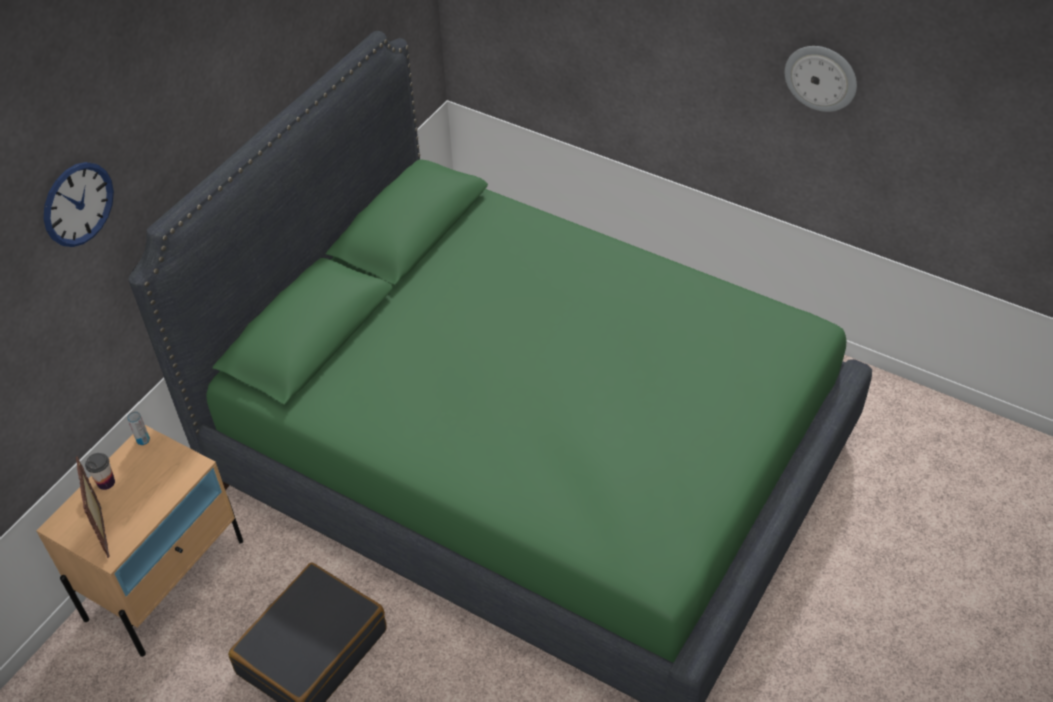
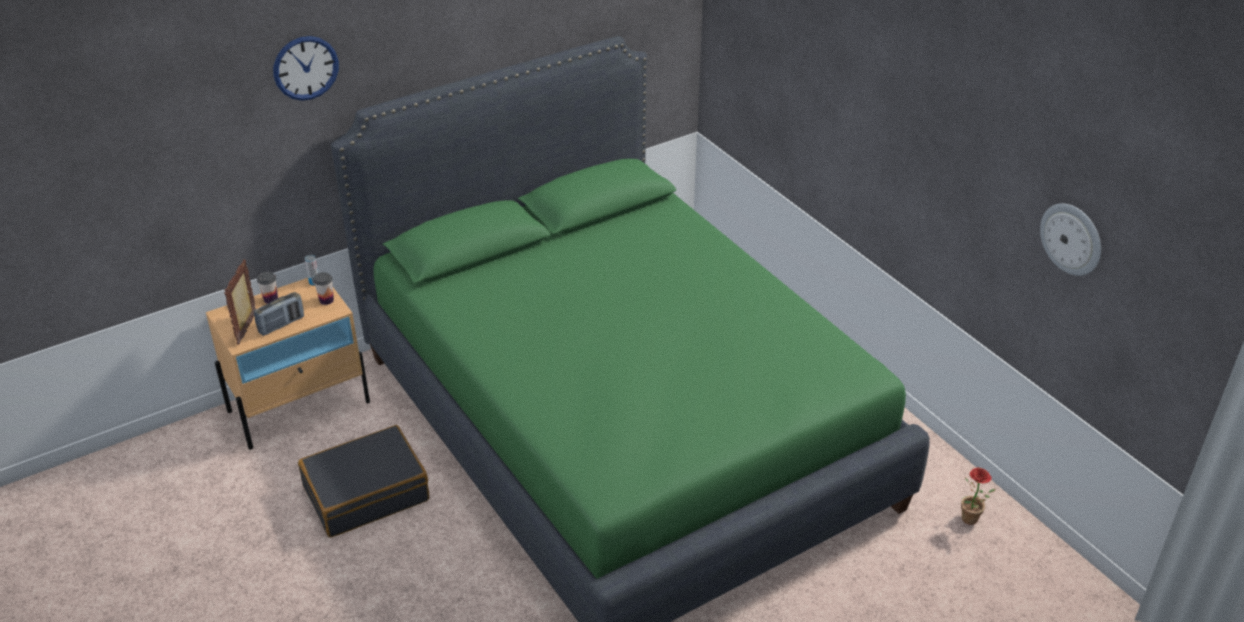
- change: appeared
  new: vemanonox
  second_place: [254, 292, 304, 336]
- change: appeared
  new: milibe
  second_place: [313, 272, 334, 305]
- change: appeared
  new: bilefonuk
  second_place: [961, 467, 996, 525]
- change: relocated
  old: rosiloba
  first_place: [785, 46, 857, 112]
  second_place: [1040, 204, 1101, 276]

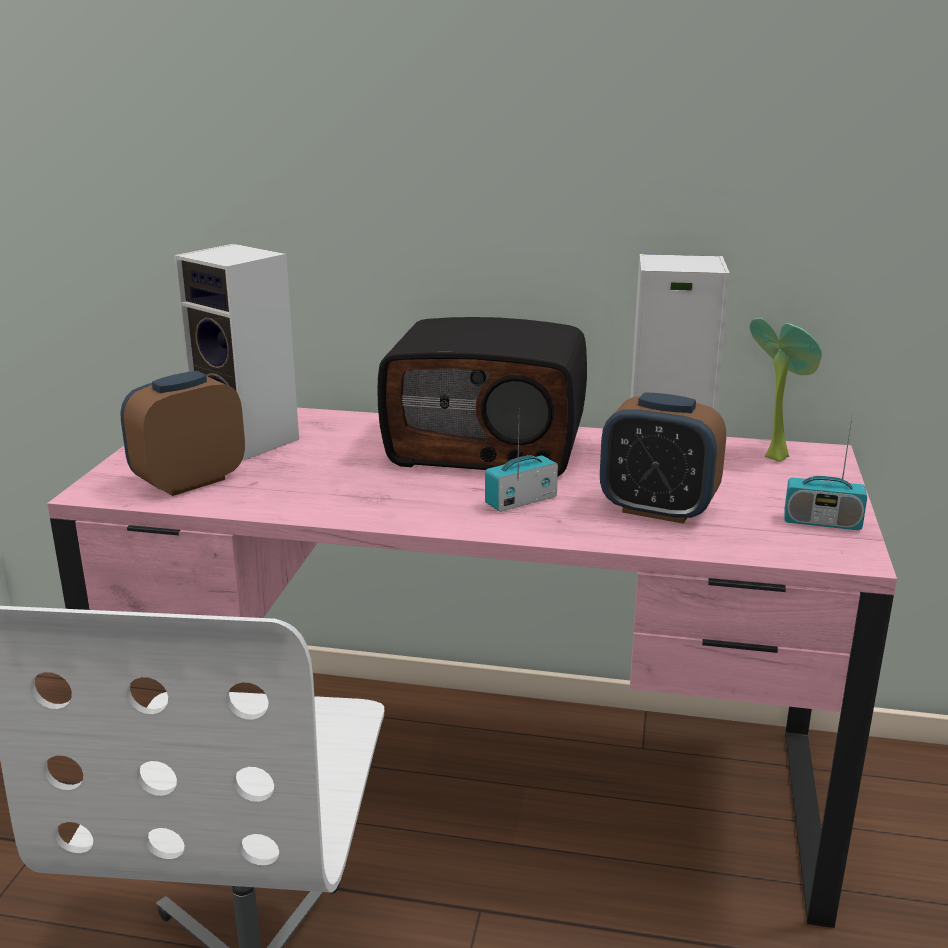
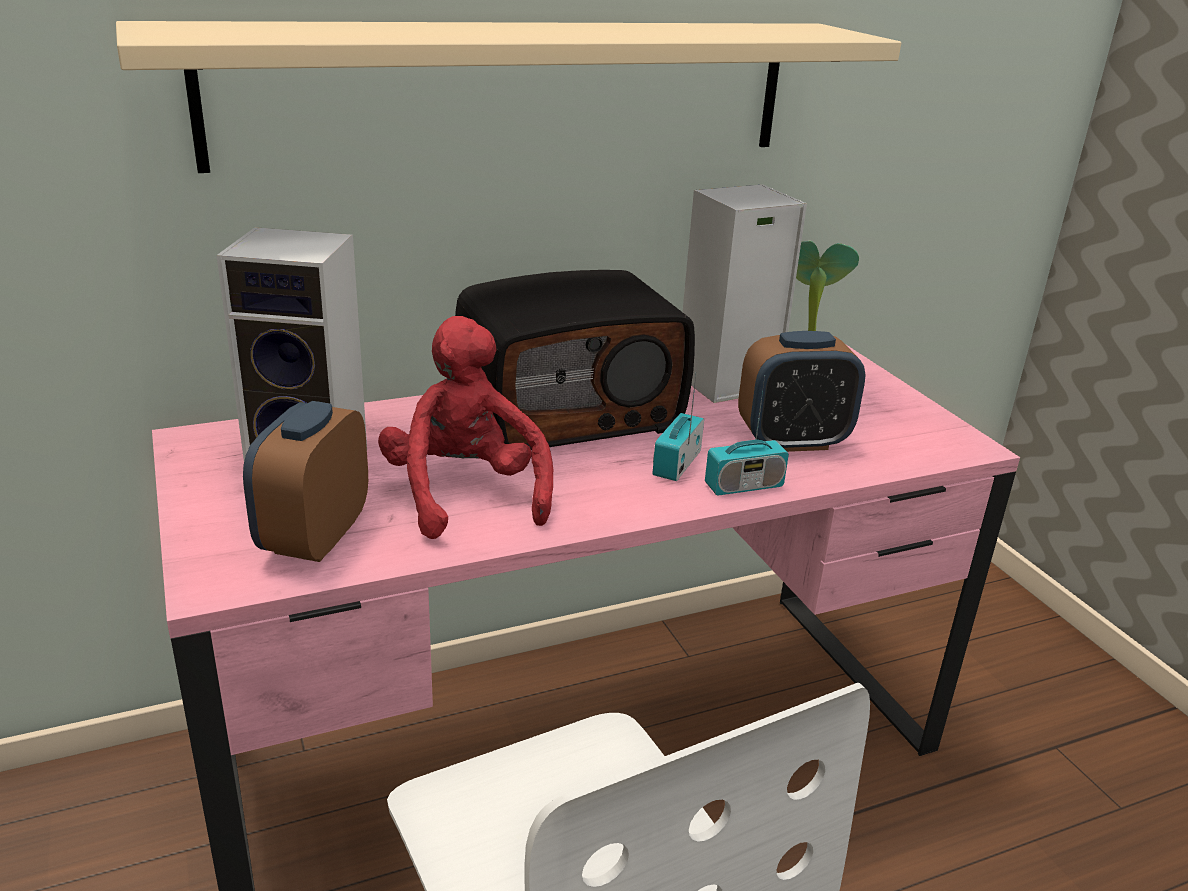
- change: appeared
  new: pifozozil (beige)
  second_place: [116, 21, 901, 173]
- change: appeared
  new: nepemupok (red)
  second_place: [378, 316, 553, 539]
- change: relocated
  old: vemanonox
  first_place: [784, 418, 867, 530]
  second_place: [705, 377, 789, 496]

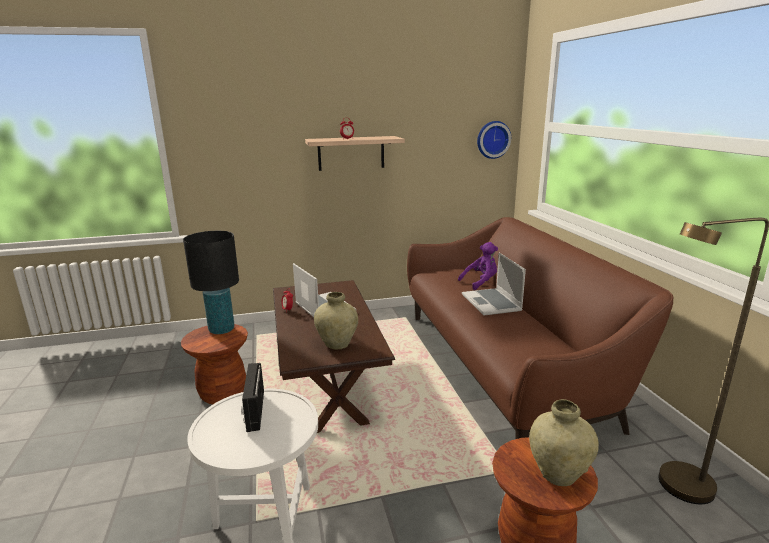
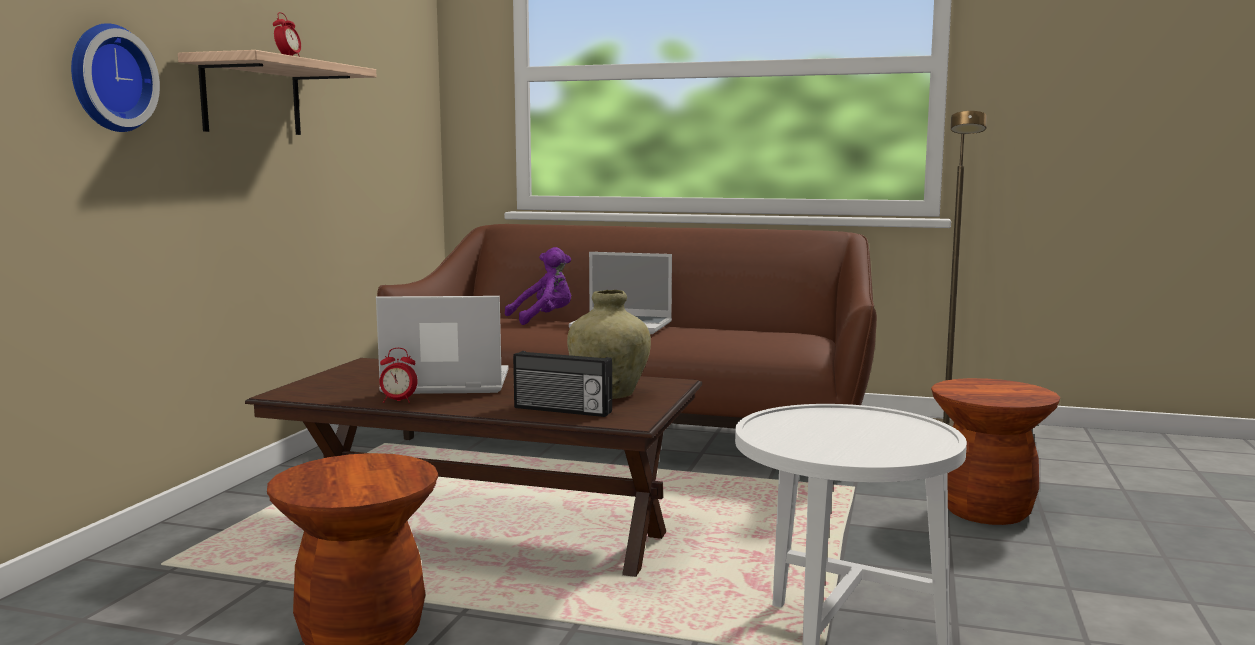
- change: relocated
  old: rosiloba
  first_place: [477, 121, 511, 159]
  second_place: [71, 23, 160, 132]
- change: spun
  old: nepemupok (purple)
  first_place: [458, 242, 498, 290]
  second_place: [505, 247, 571, 325]
  degrees: 60
- change: relocated
  old: vemanonox
  first_place: [241, 363, 264, 432]
  second_place: [513, 351, 612, 417]
- change: missing
  old: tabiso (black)
  first_place: [183, 231, 239, 334]
- change: missing
  old: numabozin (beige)
  first_place: [529, 399, 599, 486]

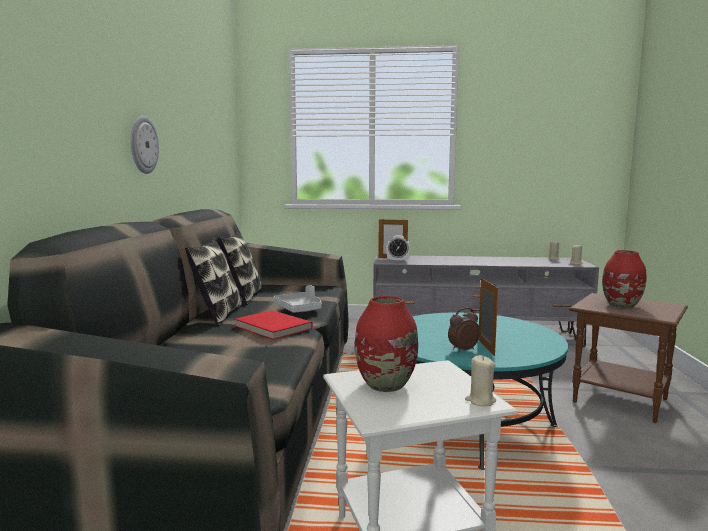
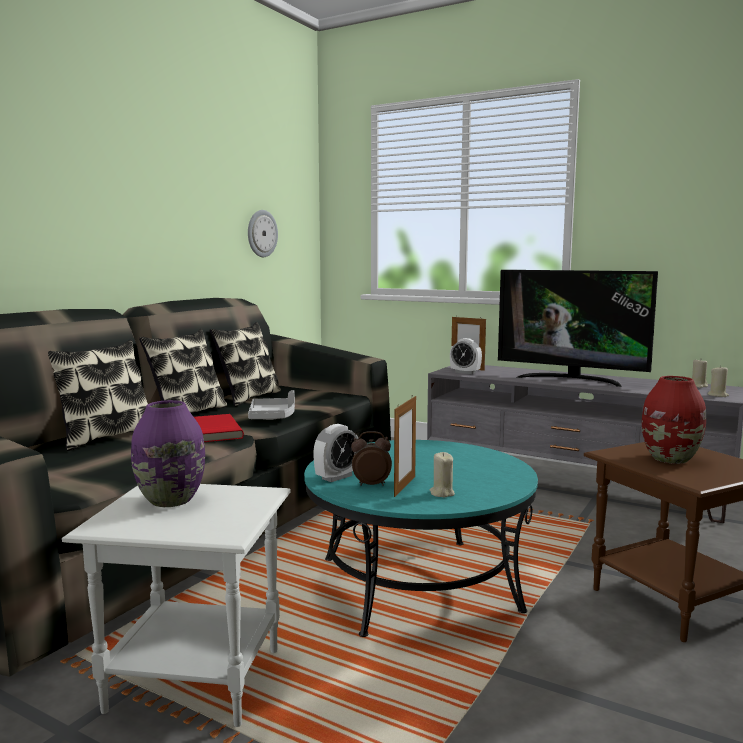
- change: appeared
  new: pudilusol
  second_place: [48, 340, 148, 451]
- change: colour
  old: numabozin (red)
  new: numabozin (purple)
  first_place: [355, 296, 418, 392]
  second_place: [131, 400, 205, 507]
- change: relocated
  old: rosiloba
  first_place: [130, 116, 159, 174]
  second_place: [248, 210, 278, 257]
- change: appeared
  new: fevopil
  second_place: [313, 424, 358, 482]
- change: relocated
  old: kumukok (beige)
  first_place: [465, 355, 496, 406]
  second_place: [430, 452, 455, 497]
- change: appeared
  new: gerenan
  second_place: [498, 270, 658, 387]

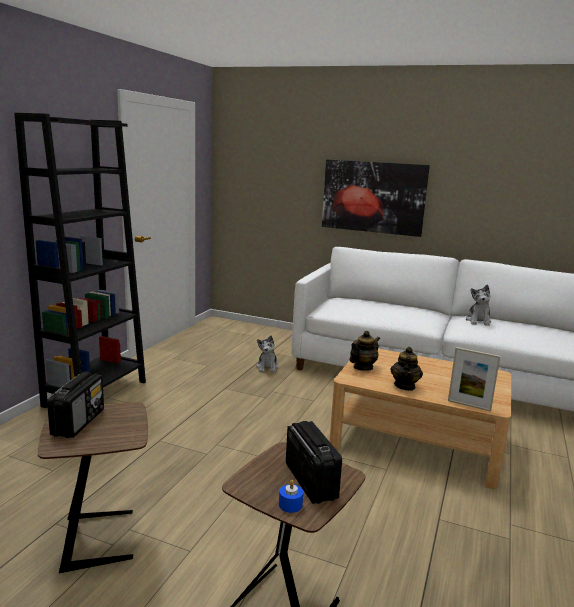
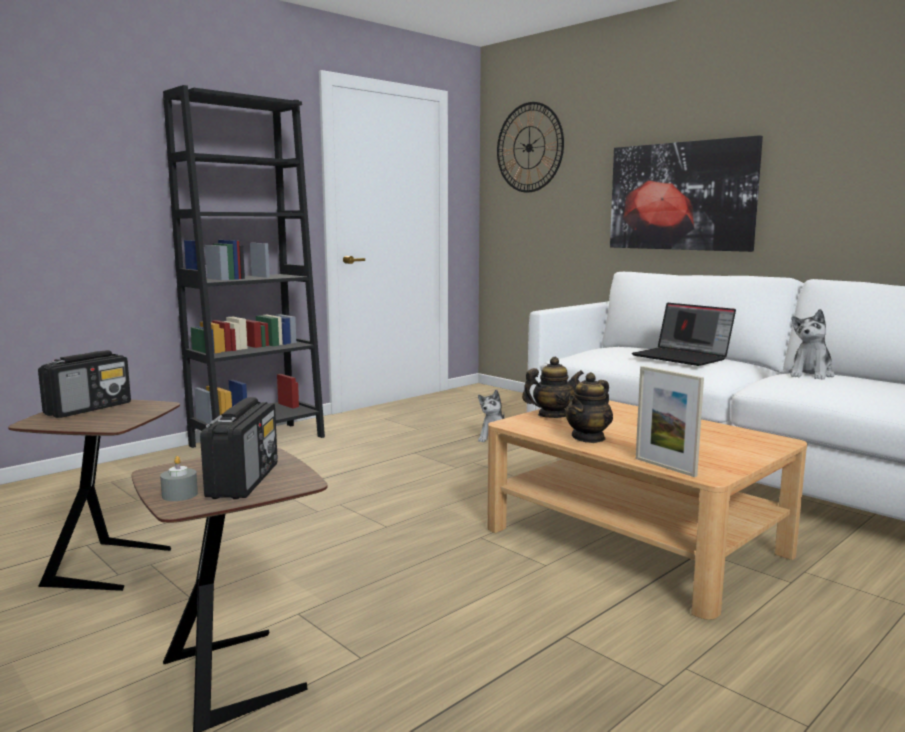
- change: colour
  old: kumukok (blue)
  new: kumukok (grey)
  first_place: [279, 480, 303, 513]
  second_place: [160, 456, 198, 501]
- change: appeared
  new: rosiloba
  second_place: [497, 102, 564, 193]
- change: appeared
  new: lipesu
  second_place: [632, 303, 736, 366]

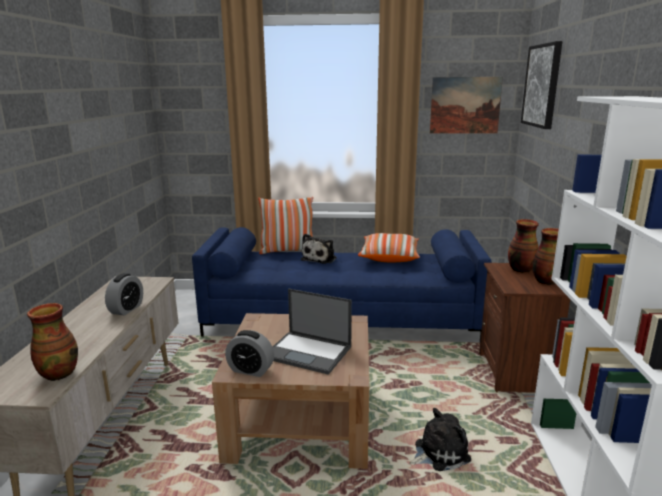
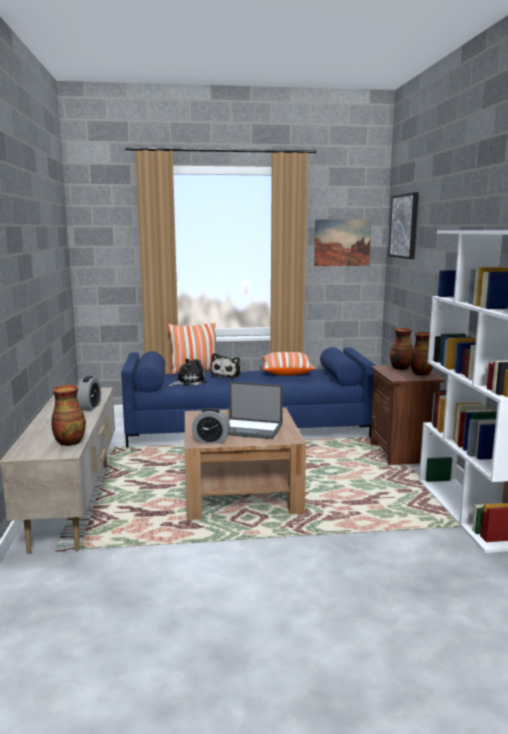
- change: relocated
  old: nepemupok
  first_place: [409, 408, 471, 471]
  second_place: [169, 358, 207, 386]

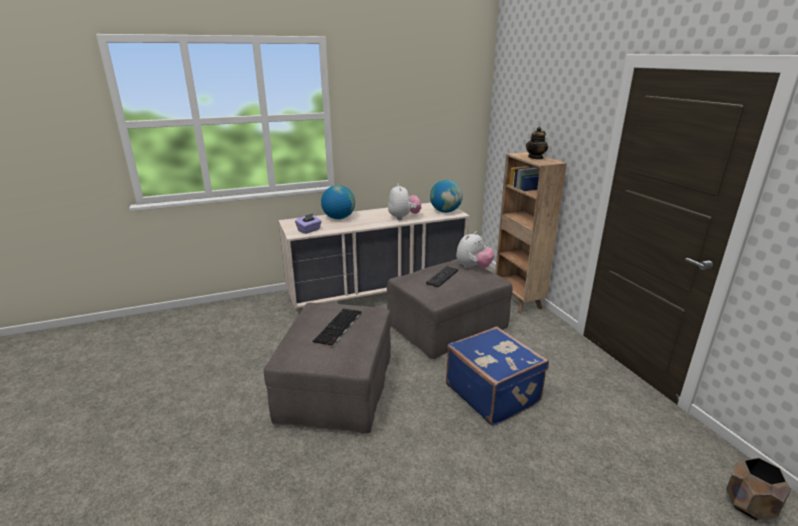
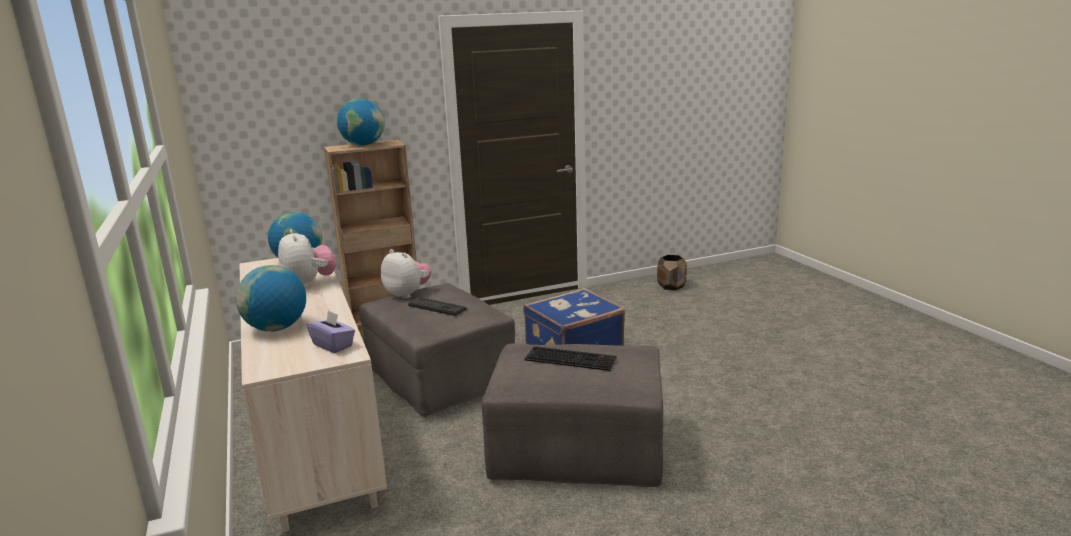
- change: spun
  old: nepemupok
  first_place: [388, 184, 421, 220]
  second_place: [278, 229, 336, 288]
  degrees: 75
- change: exchanged
  old: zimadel
  new: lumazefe
  first_place: [526, 127, 548, 160]
  second_place: [337, 98, 385, 146]

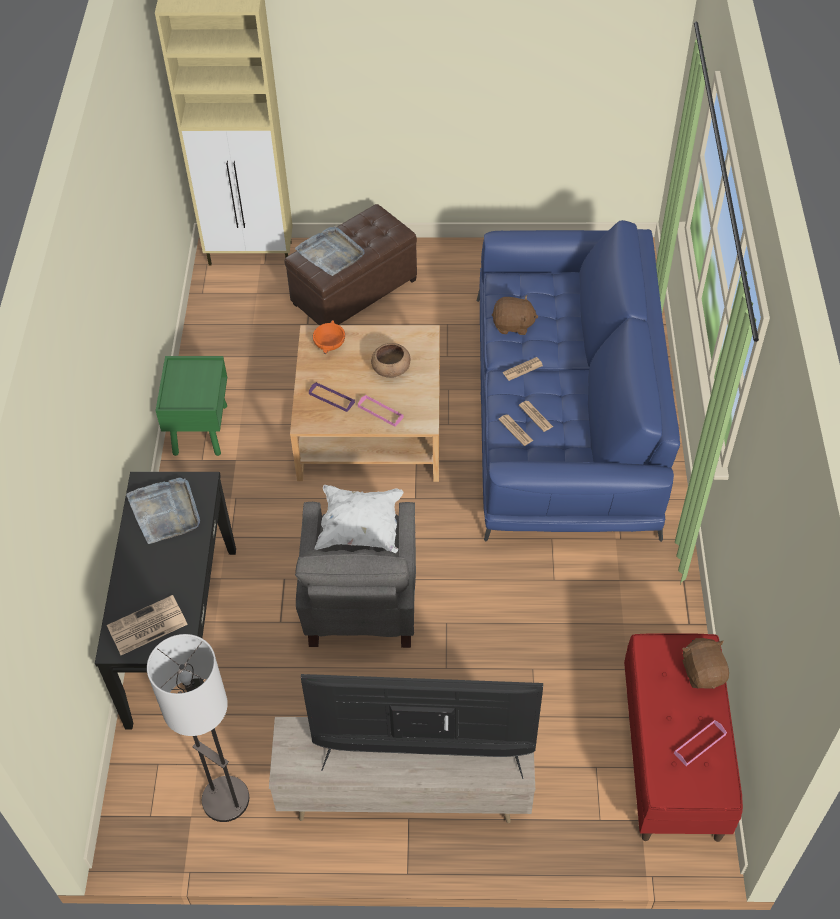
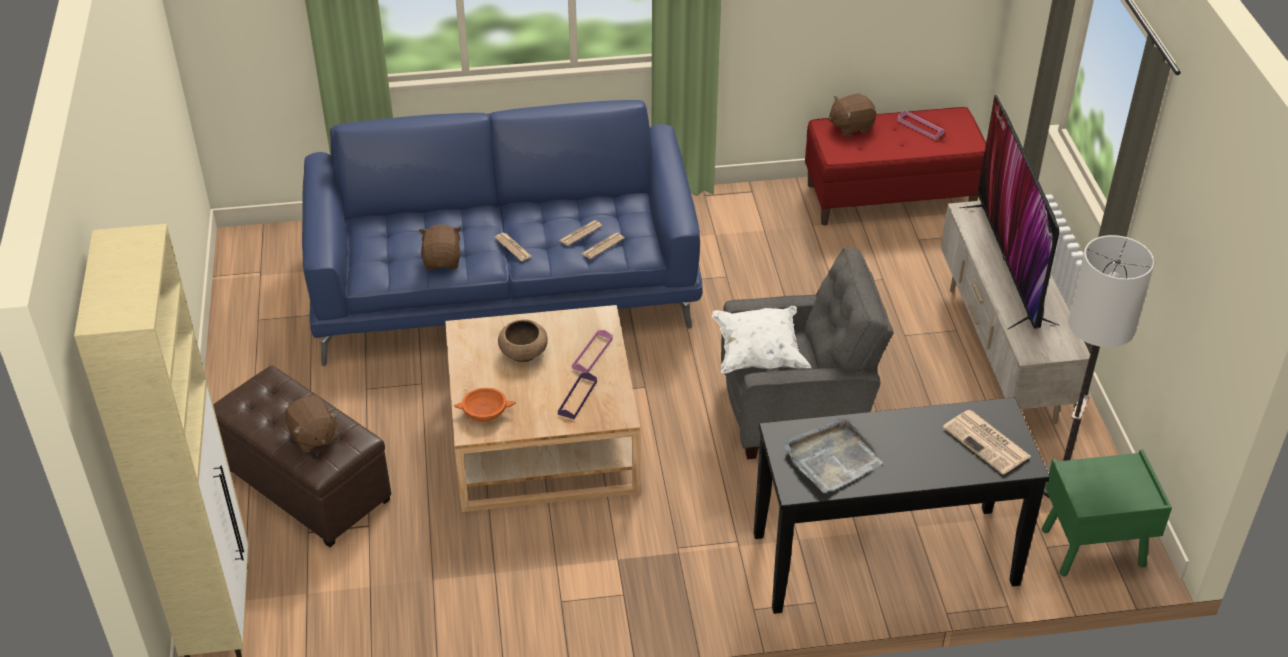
- change: exchanged
  old: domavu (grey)
  new: nepemupok (brown)
  first_place: [295, 226, 365, 276]
  second_place: [285, 396, 337, 453]
- change: relocated
  old: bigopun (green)
  first_place: [155, 356, 227, 456]
  second_place: [1041, 449, 1172, 576]

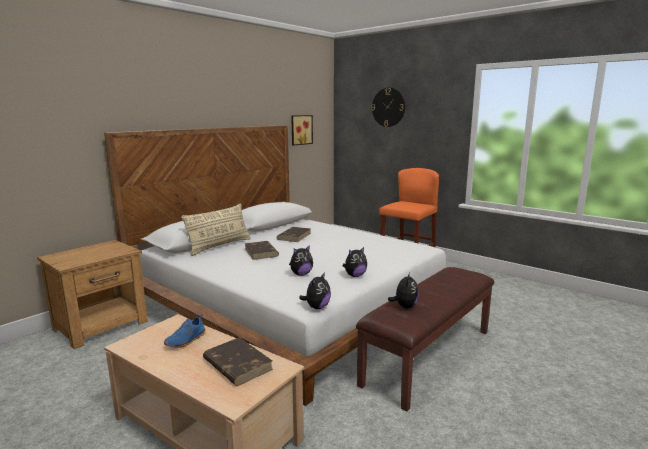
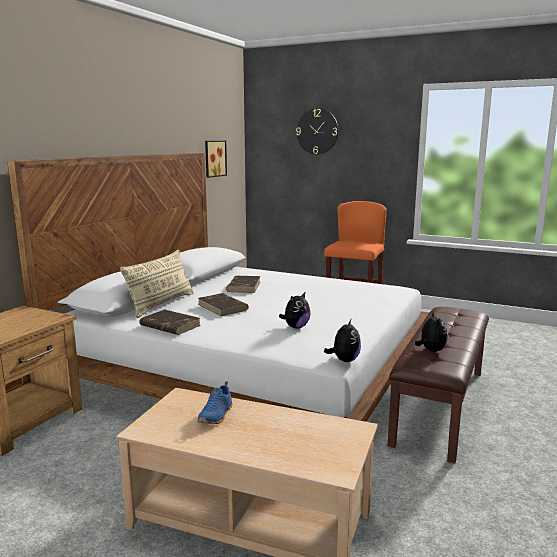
- change: relocated
  old: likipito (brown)
  first_place: [203, 337, 273, 386]
  second_place: [139, 309, 201, 335]
- change: missing
  old: nepemupok
  first_place: [342, 247, 367, 277]

